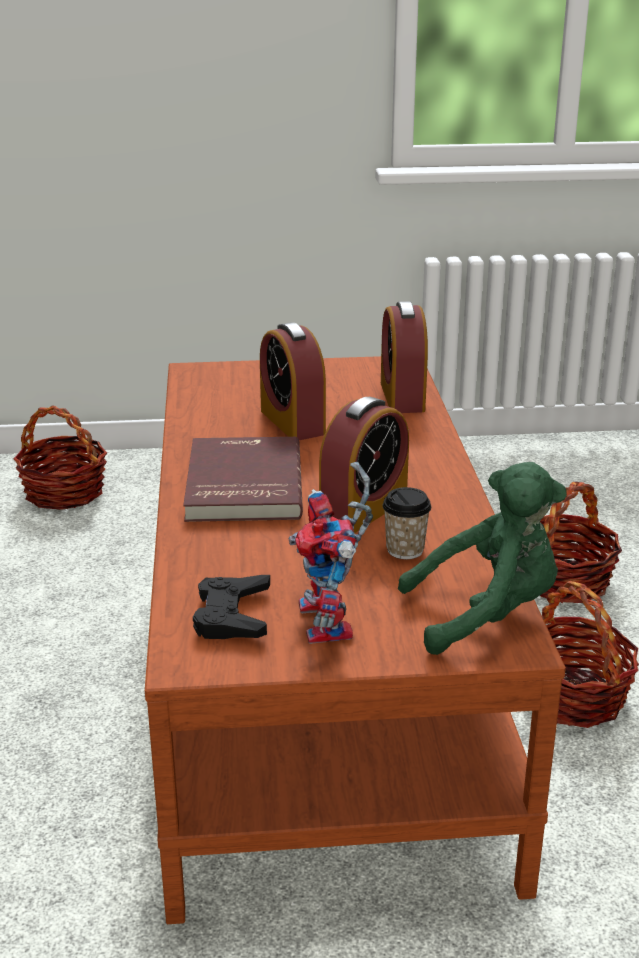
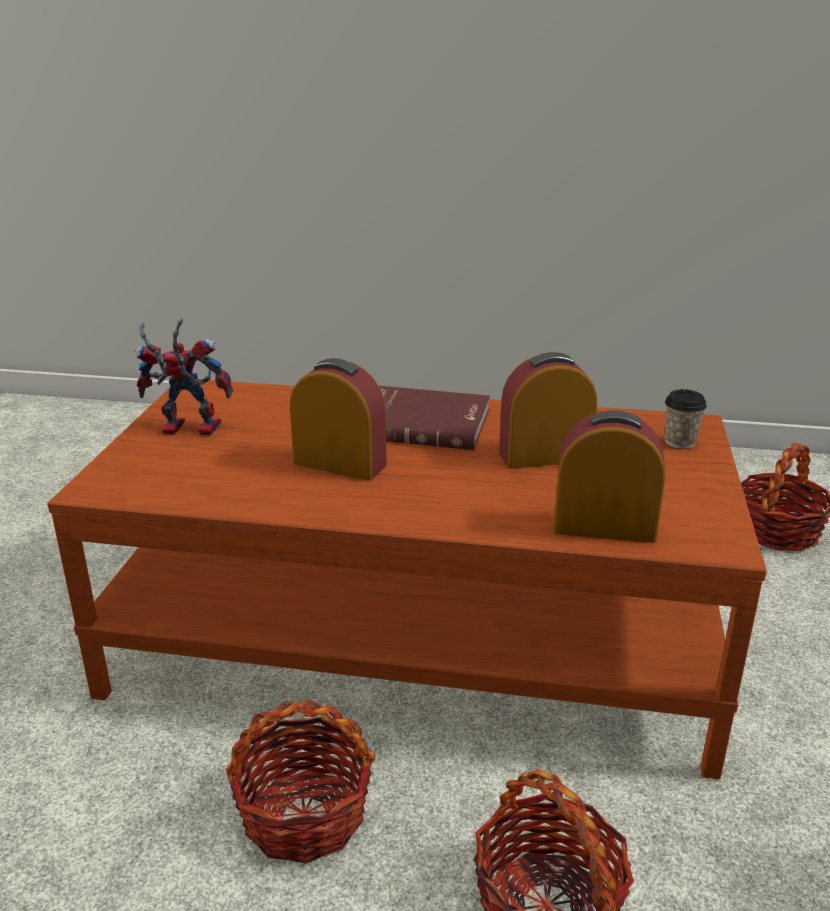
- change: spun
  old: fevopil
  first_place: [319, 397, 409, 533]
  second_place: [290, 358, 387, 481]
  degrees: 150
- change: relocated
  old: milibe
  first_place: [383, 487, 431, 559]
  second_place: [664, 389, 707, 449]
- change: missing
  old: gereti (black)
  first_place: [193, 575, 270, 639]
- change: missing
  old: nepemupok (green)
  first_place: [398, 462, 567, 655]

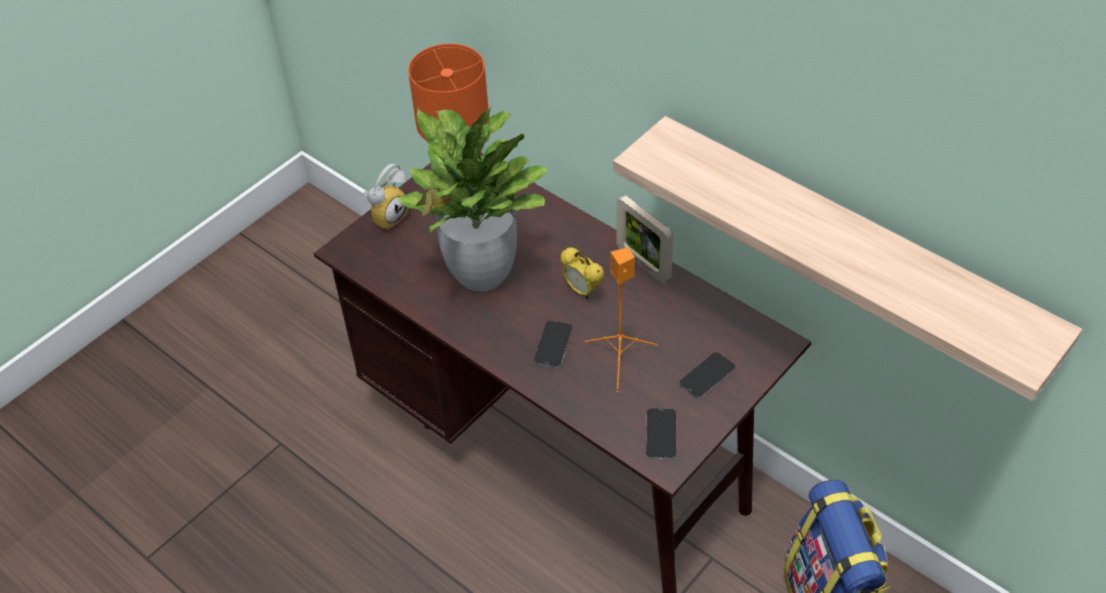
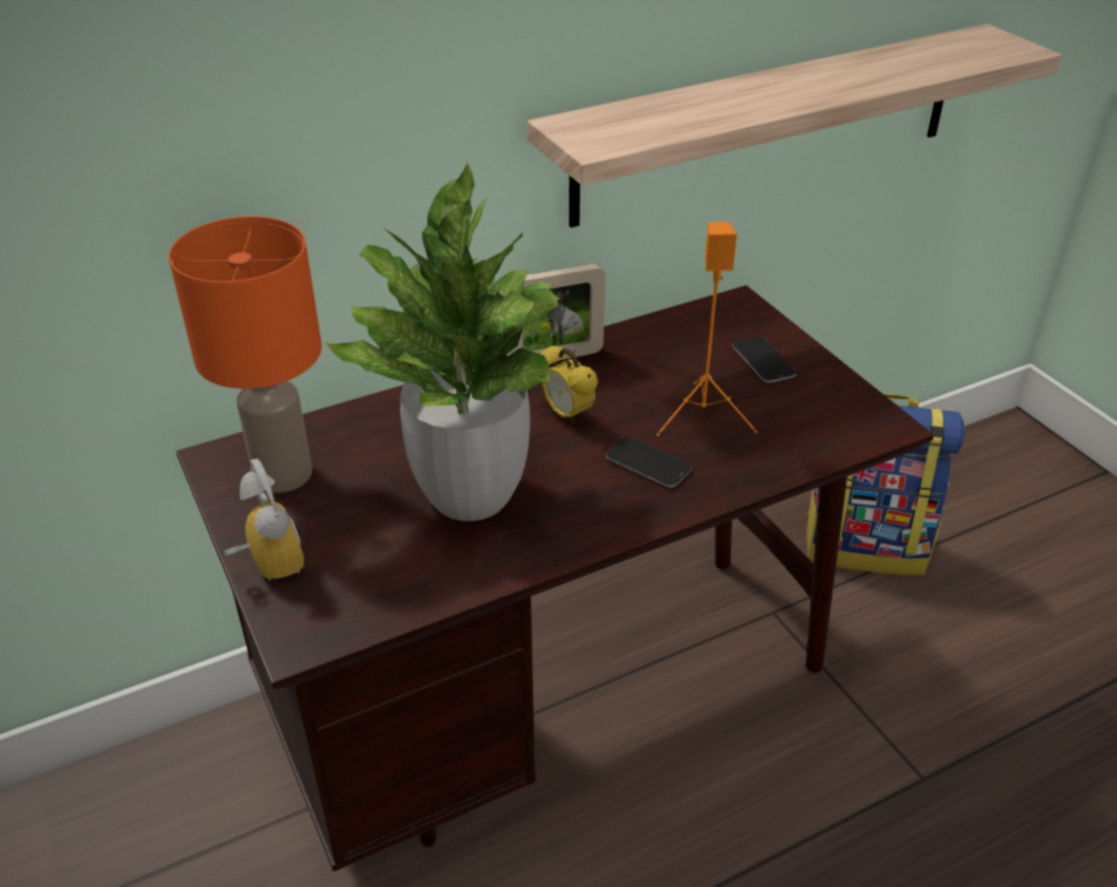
- change: spun
  old: fevopil
  first_place: [560, 247, 604, 299]
  second_place: [541, 345, 598, 425]
  degrees: 75
- change: missing
  old: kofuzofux
  first_place: [646, 408, 676, 459]

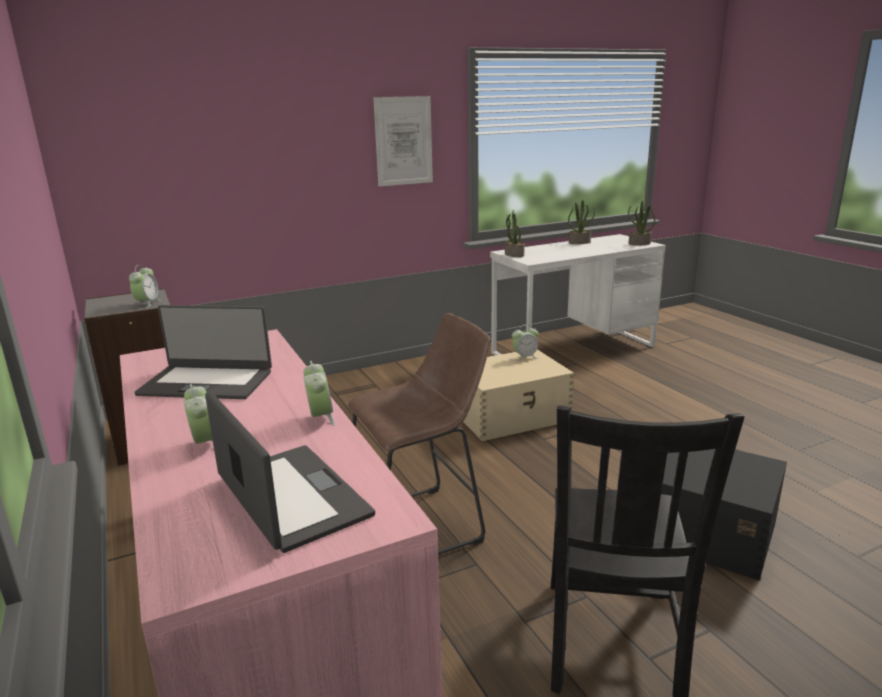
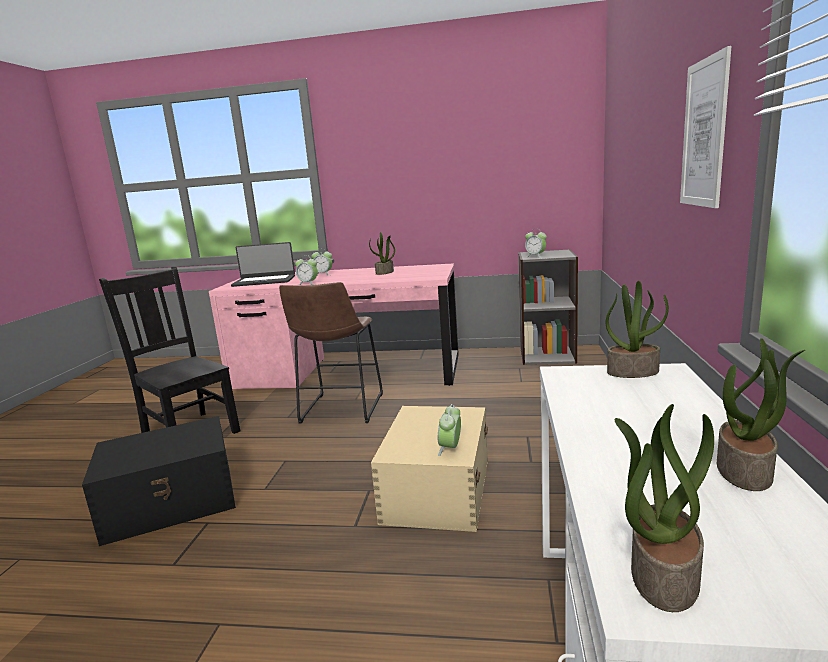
- change: exchanged
  old: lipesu
  new: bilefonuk
  first_place: [134, 305, 272, 399]
  second_place: [369, 232, 395, 275]

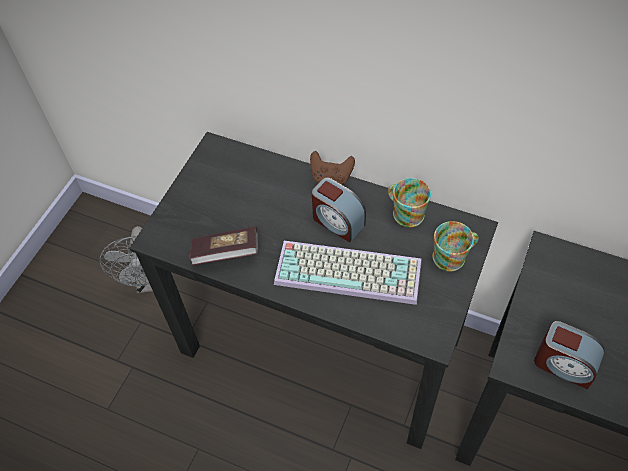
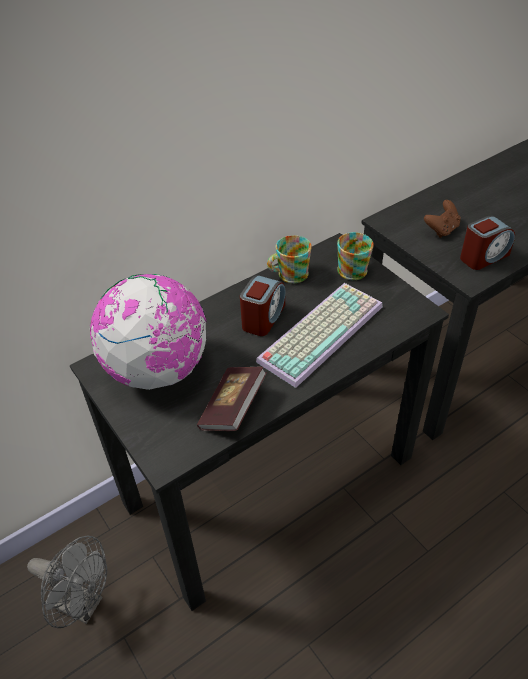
- change: appeared
  new: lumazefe
  second_place: [89, 274, 207, 390]
- change: spun
  old: fevopil
  first_place: [312, 178, 366, 243]
  second_place: [240, 275, 285, 336]
  degrees: -45
- change: relocated
  old: gereti (brown)
  first_place: [310, 151, 355, 185]
  second_place: [424, 200, 461, 238]

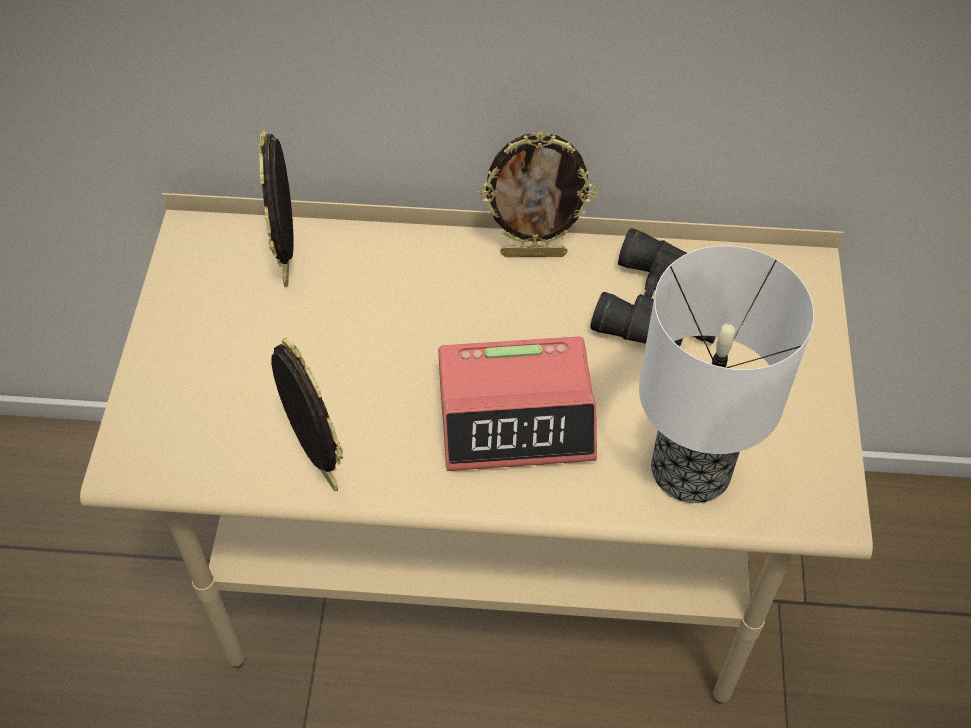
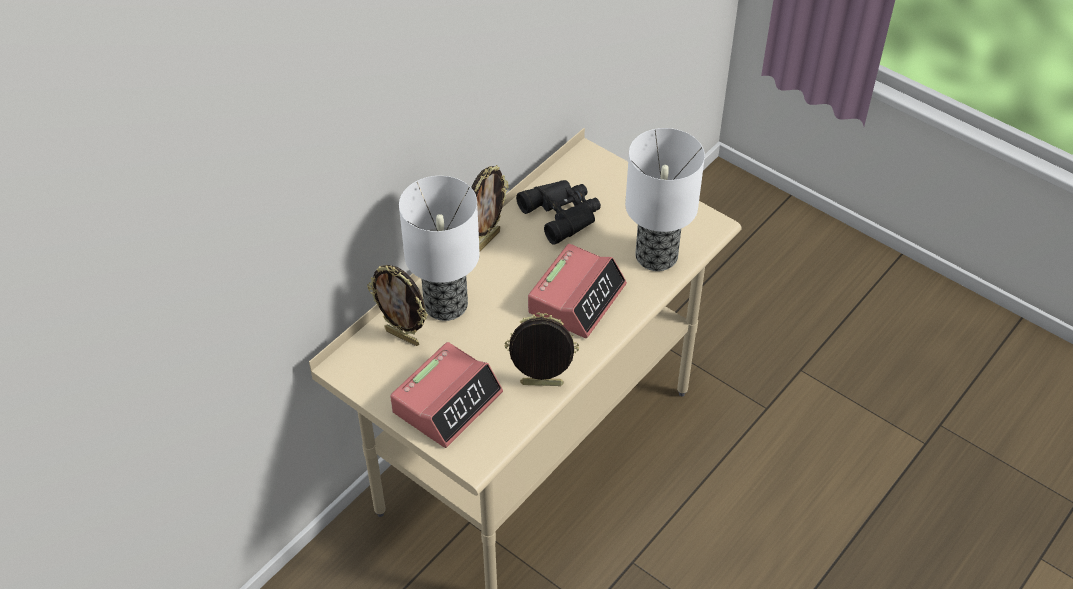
- change: appeared
  new: fevopil
  second_place: [390, 342, 503, 448]
- change: appeared
  new: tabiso
  second_place: [399, 176, 480, 321]

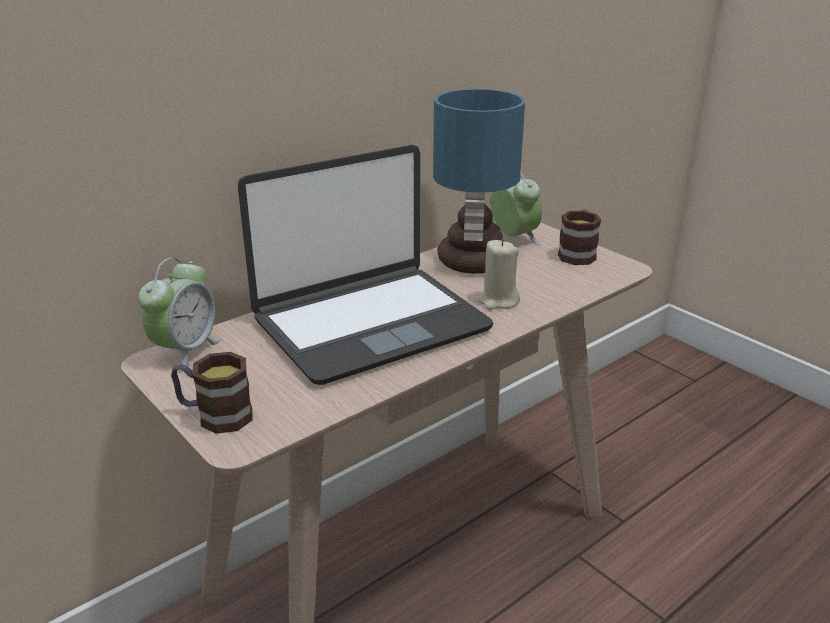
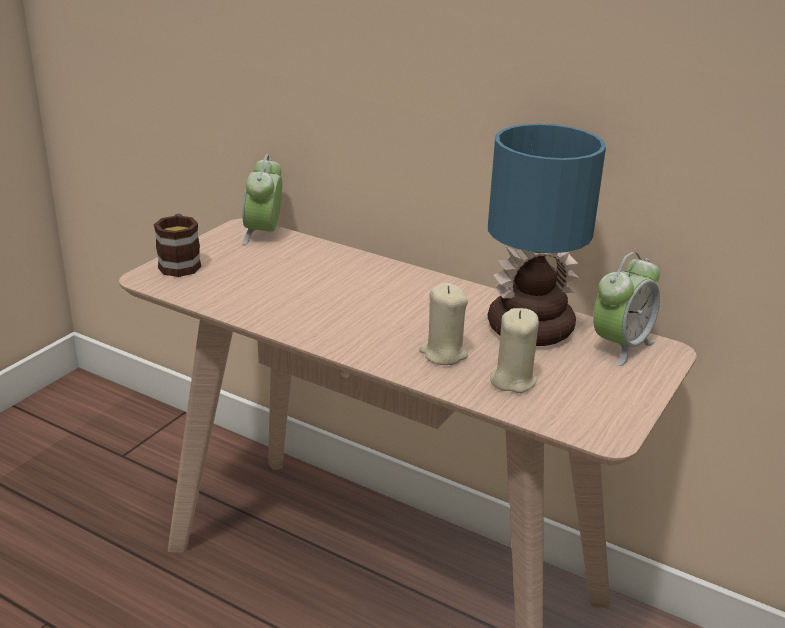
- change: spun
  old: fevopil
  first_place: [138, 257, 221, 372]
  second_place: [243, 154, 282, 245]
  degrees: 90
- change: appeared
  new: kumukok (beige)
  second_place: [490, 308, 539, 393]
- change: missing
  old: lipesu
  first_place: [238, 145, 494, 385]
- change: missing
  old: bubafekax
  first_place: [558, 209, 601, 265]

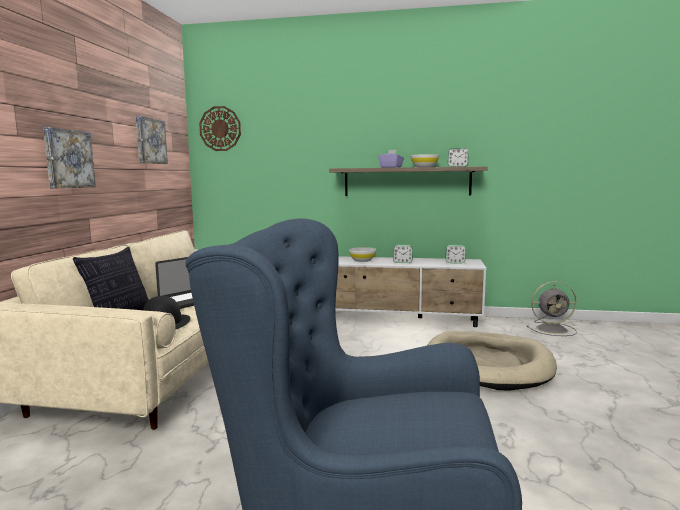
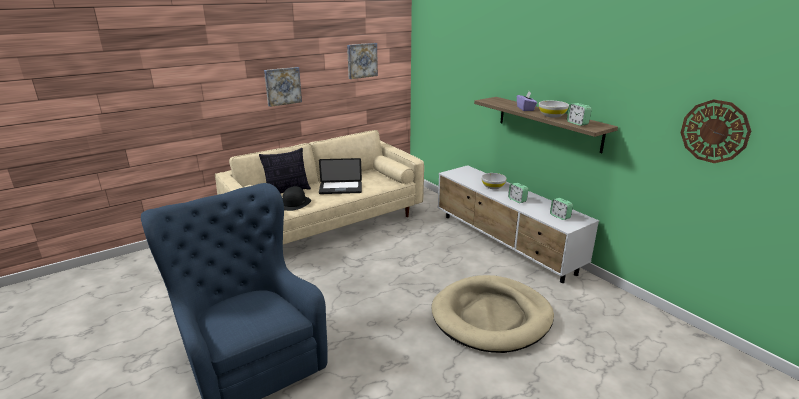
- change: relocated
  old: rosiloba
  first_place: [199, 106, 241, 151]
  second_place: [681, 99, 751, 163]
- change: missing
  old: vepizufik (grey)
  first_place: [527, 281, 577, 336]

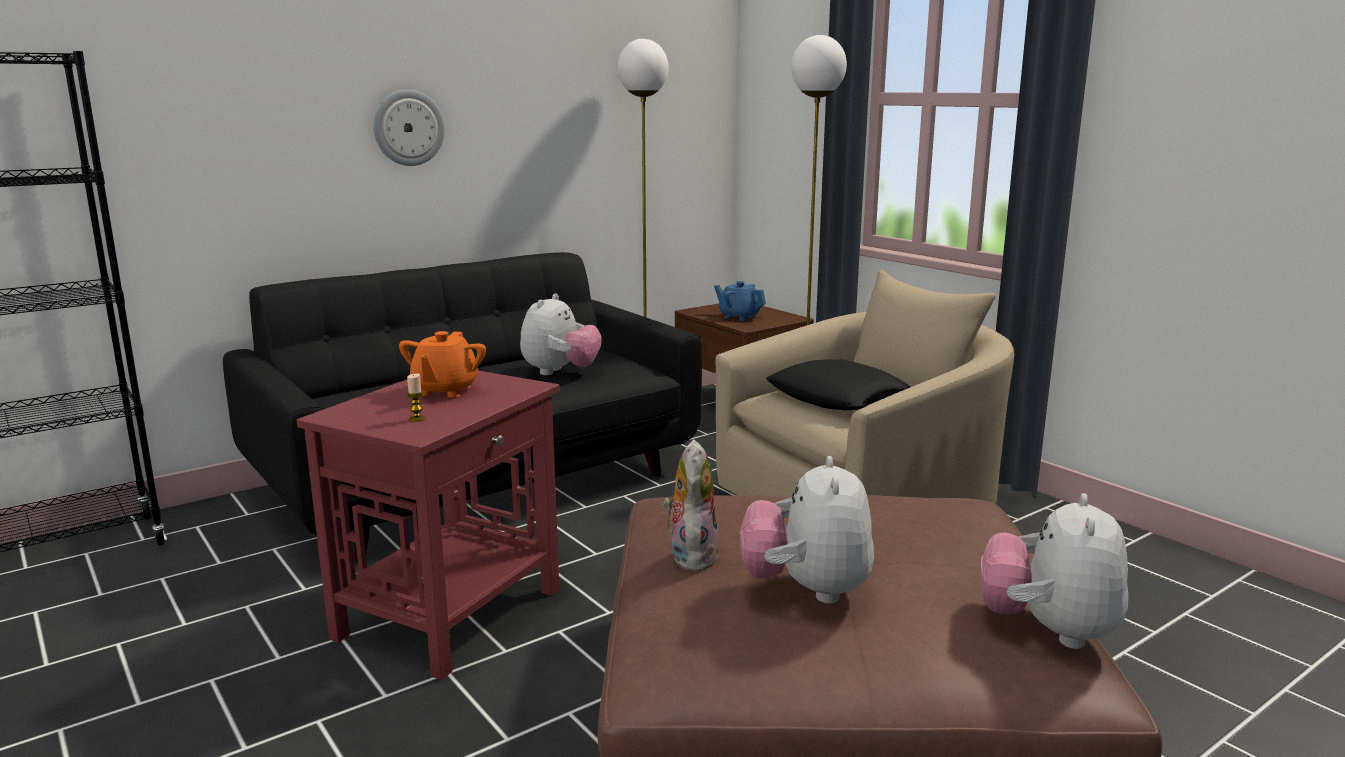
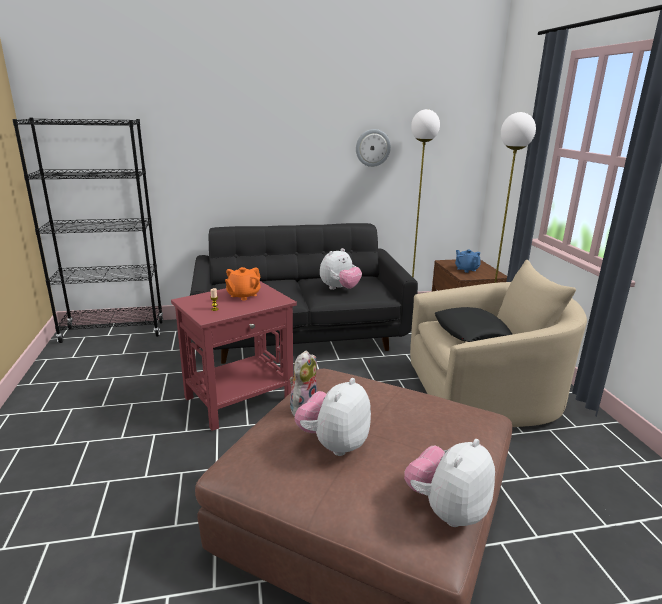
- change: relocated
  old: rosiloba
  first_place: [373, 89, 445, 166]
  second_place: [356, 129, 391, 167]

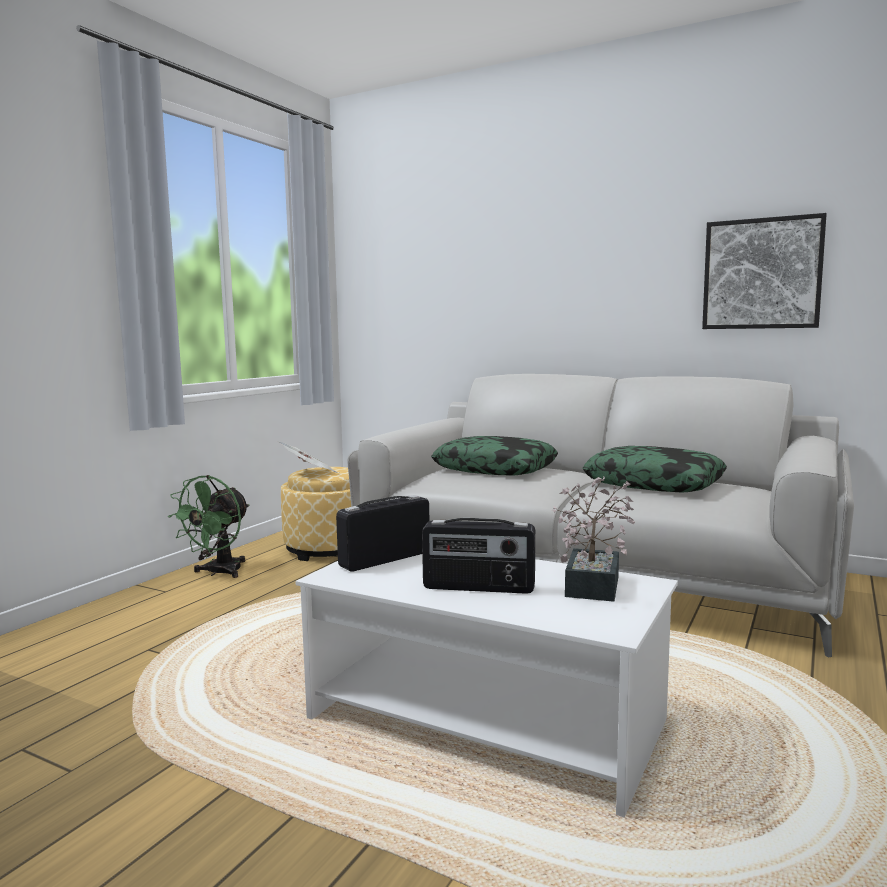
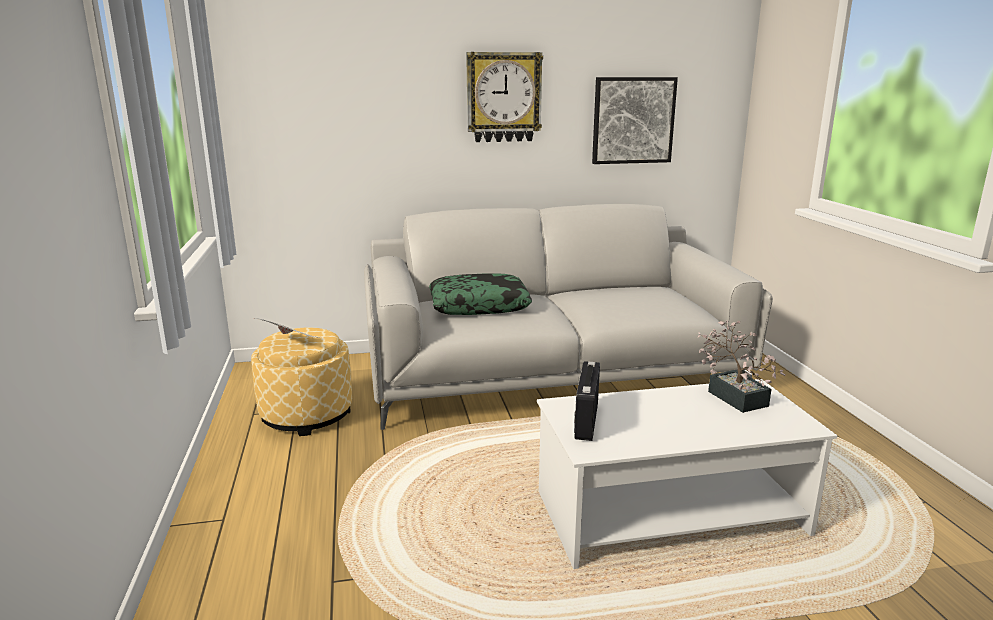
- change: appeared
  new: rosiloba
  second_place: [466, 52, 543, 142]
- change: missing
  old: vepizufik (green)
  first_place: [168, 475, 249, 578]
- change: missing
  old: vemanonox
  first_place: [422, 518, 535, 594]
- change: missing
  old: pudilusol
  first_place: [583, 446, 727, 493]

